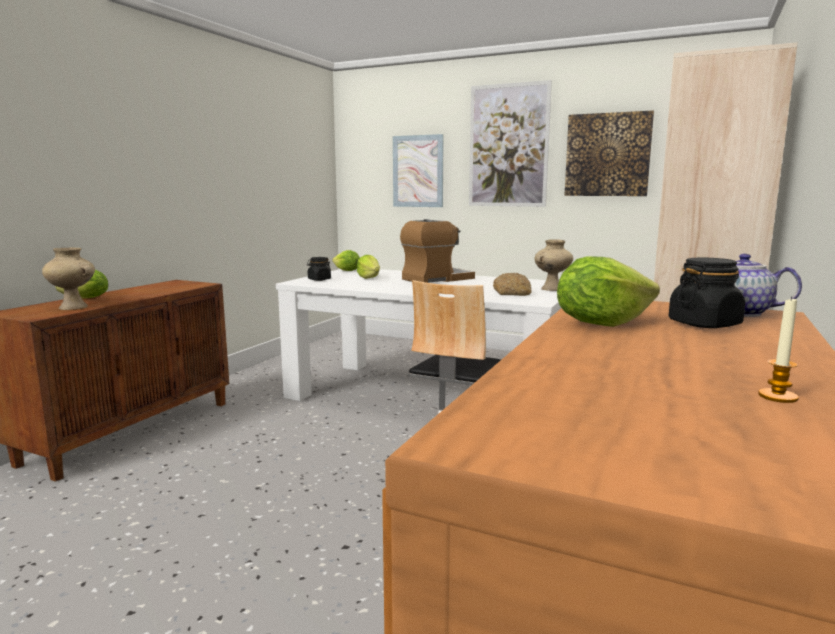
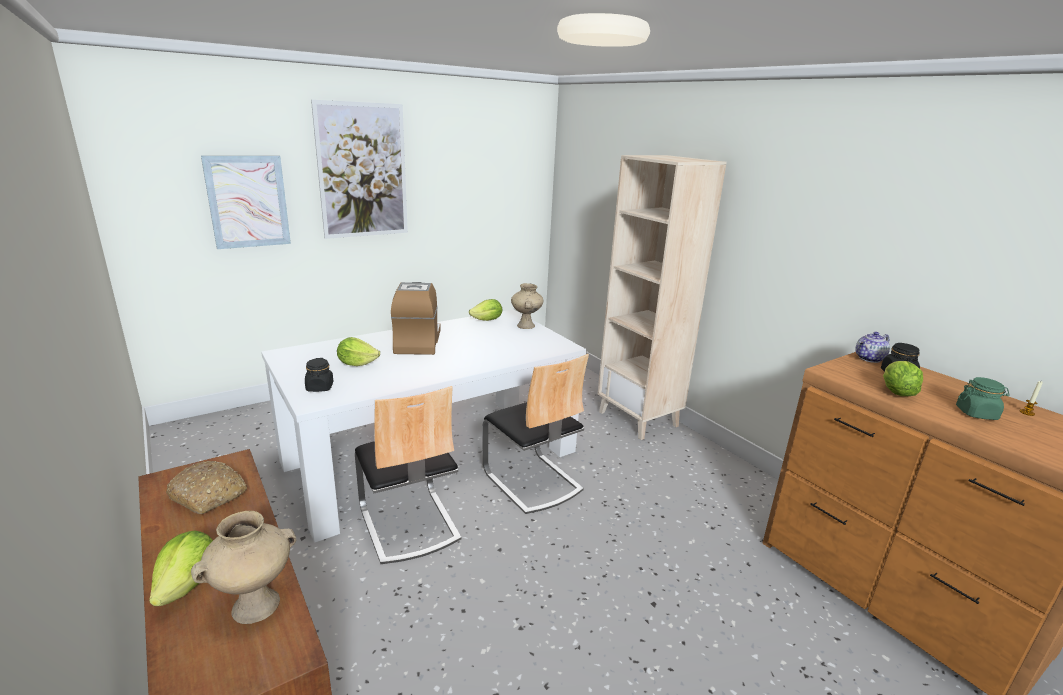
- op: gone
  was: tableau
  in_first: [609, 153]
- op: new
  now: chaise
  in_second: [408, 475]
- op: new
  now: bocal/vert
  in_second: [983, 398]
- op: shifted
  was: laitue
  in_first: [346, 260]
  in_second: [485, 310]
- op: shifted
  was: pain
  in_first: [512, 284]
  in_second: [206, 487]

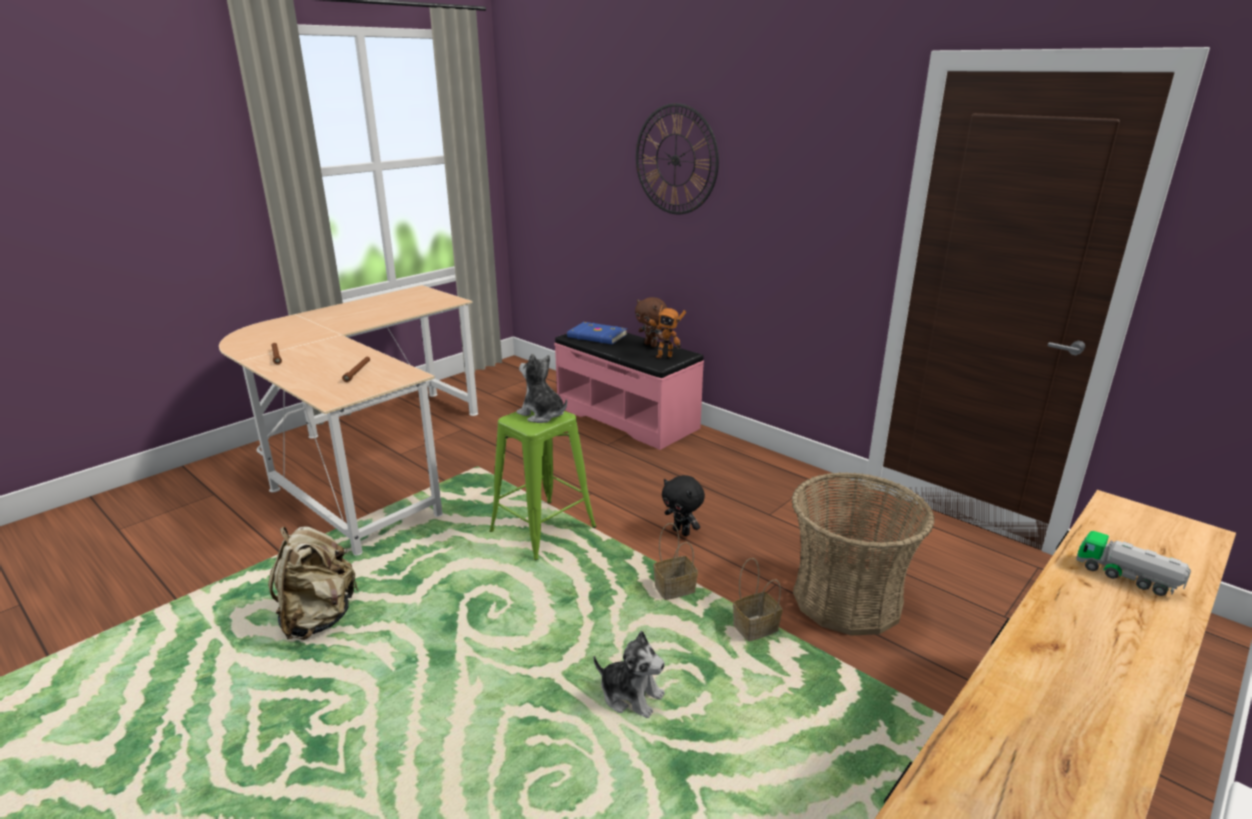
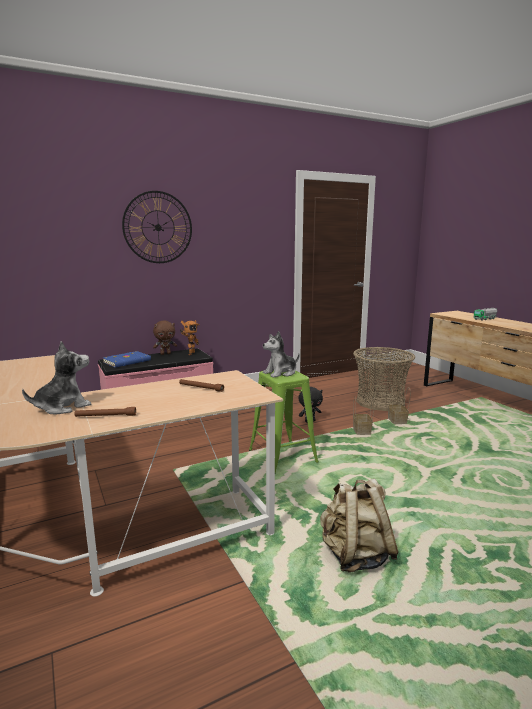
- op: shifted
  was: peluche
  in_first: [629, 674]
  in_second: [57, 377]

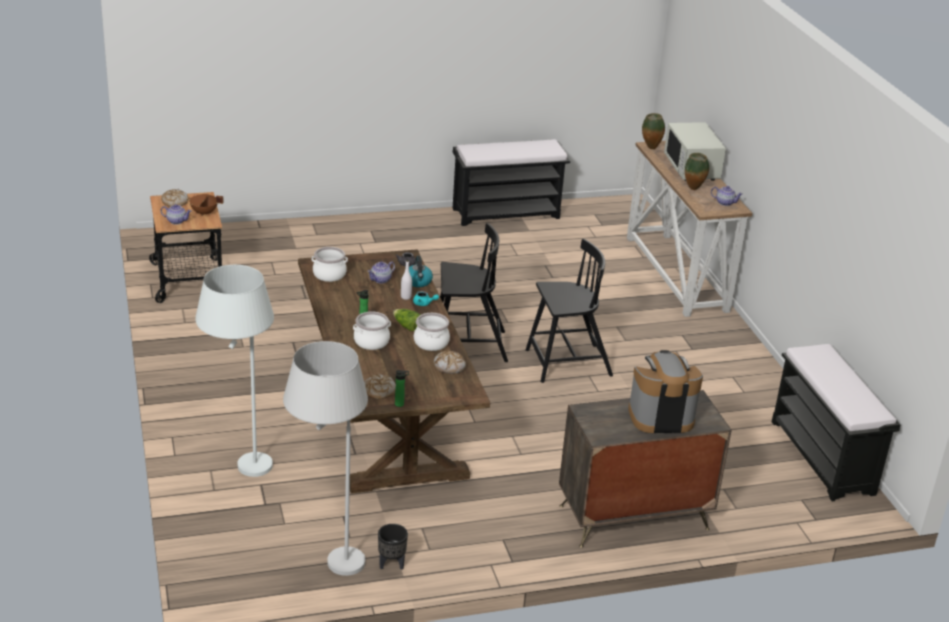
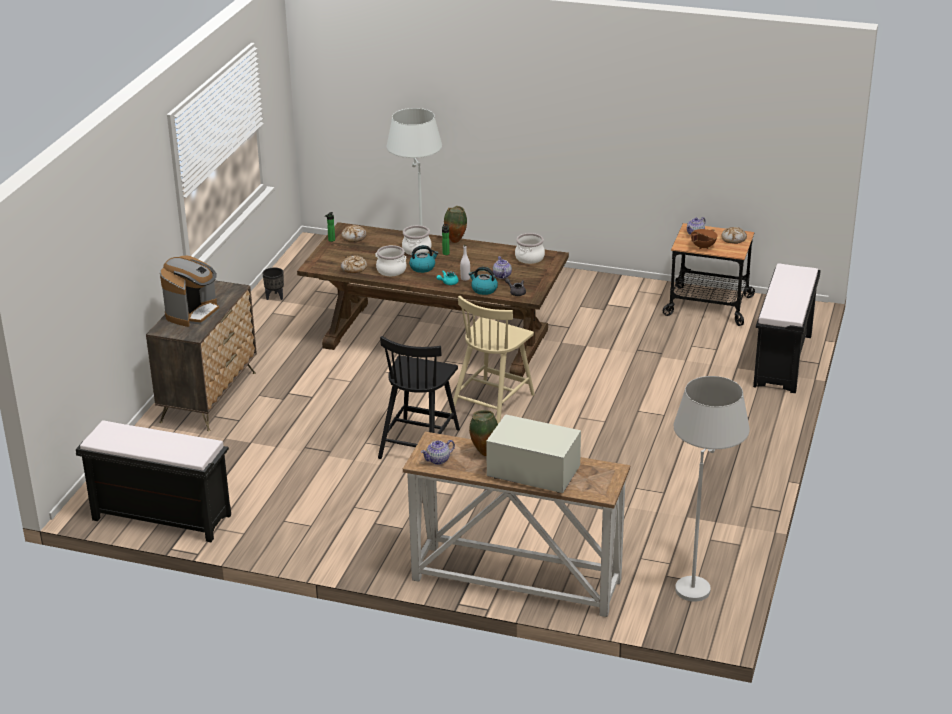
- op: shifted
  was: lampadaire/blanc
  in_first: [325, 458]
  in_second: [712, 489]
- op: shifted
  was: banc/noir
  in_first: [511, 182]
  in_second: [787, 328]
- op: shifted
  was: vase
  in_first: [653, 131]
  in_second: [455, 224]
- op: swapped
  was: laitue
  now: bouilloire
  in_first: [406, 320]
  in_second: [423, 259]
- op: repainted
  was: chaise/noir
  now: chaise/beige
  in_first: [474, 292]
  in_second: [492, 360]

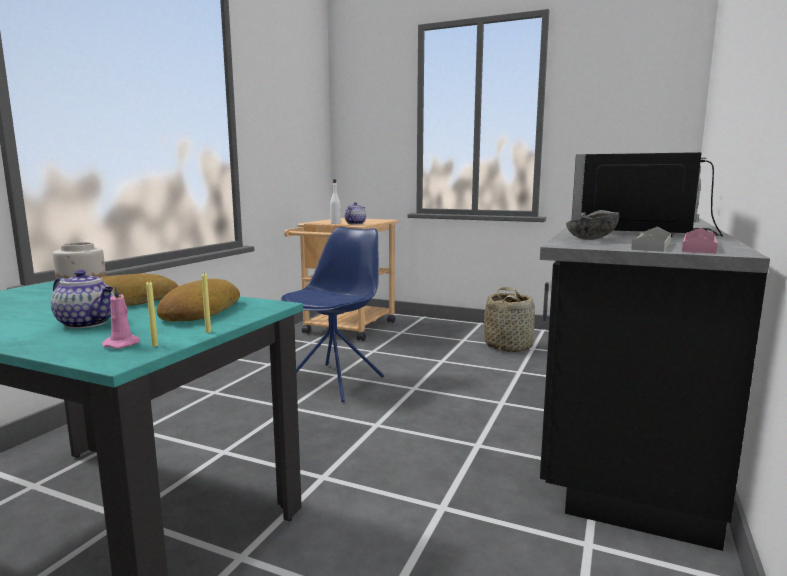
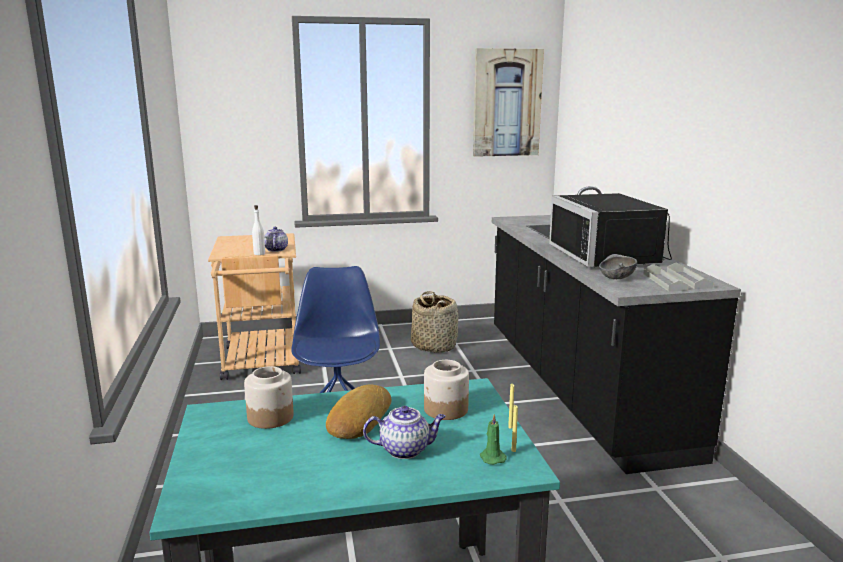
- op: new
  now: tableau
  in_second: [508, 102]
- op: swapped
  was: pain
  now: bocal
  in_first: [198, 300]
  in_second: [446, 390]
- op: repainted
  was: bougie/rose
  now: bougie/vert
  in_first: [121, 316]
  in_second: [493, 439]
- op: repainted
  was: plateau/rose
  now: plateau/gris
  in_first: [700, 241]
  in_second: [690, 275]

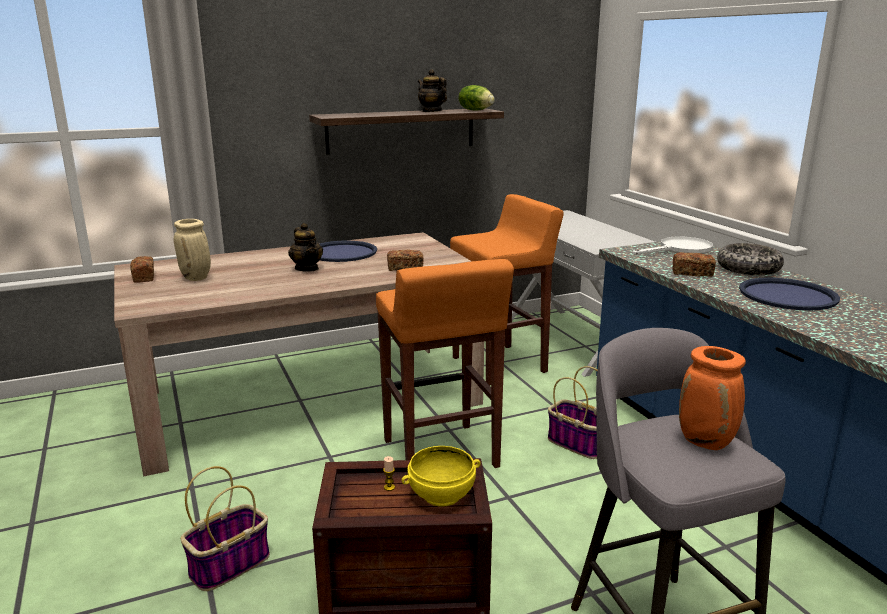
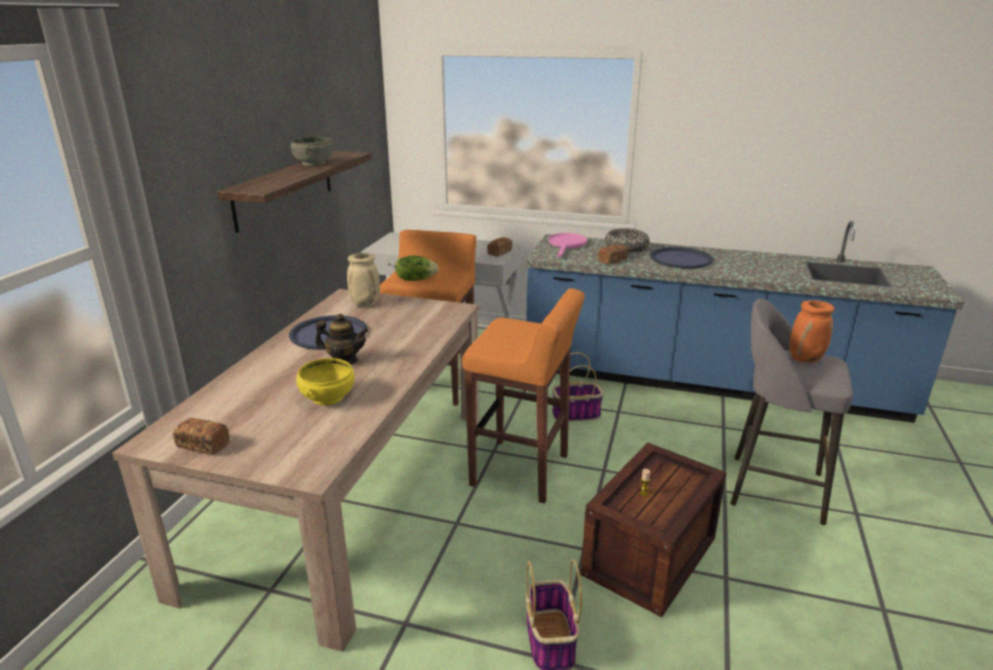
- op: shifted
  was: vase/beige
  in_first: [192, 250]
  in_second: [363, 280]
- op: shifted
  was: pain
  in_first: [405, 260]
  in_second: [499, 247]
- op: shifted
  was: bol/jaune
  in_first: [441, 476]
  in_second: [325, 381]
- op: shifted
  was: laitue
  in_first: [476, 98]
  in_second: [417, 268]
- op: swapped
  was: théière
  now: bol/gris
  in_first: [432, 90]
  in_second: [312, 151]
- op: repainted
  was: poêle/blanc
  now: poêle/rose
  in_first: [672, 246]
  in_second: [567, 245]

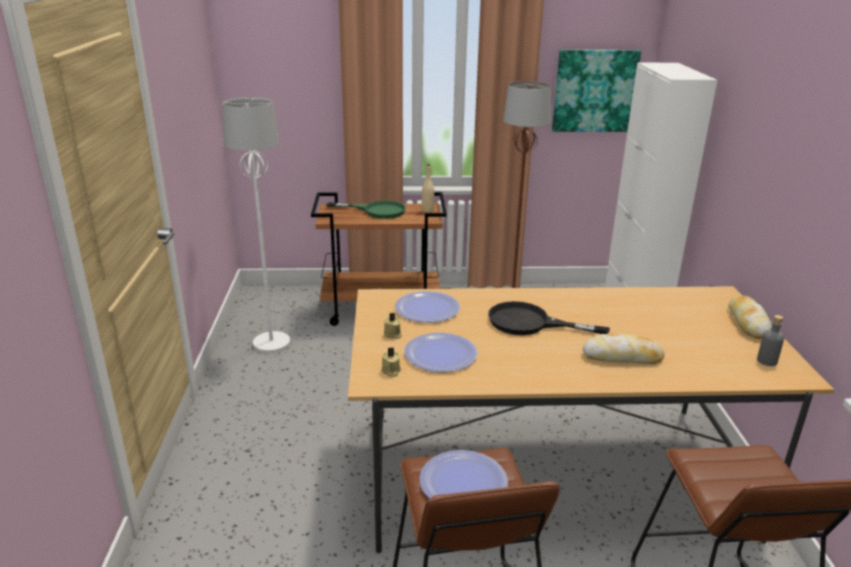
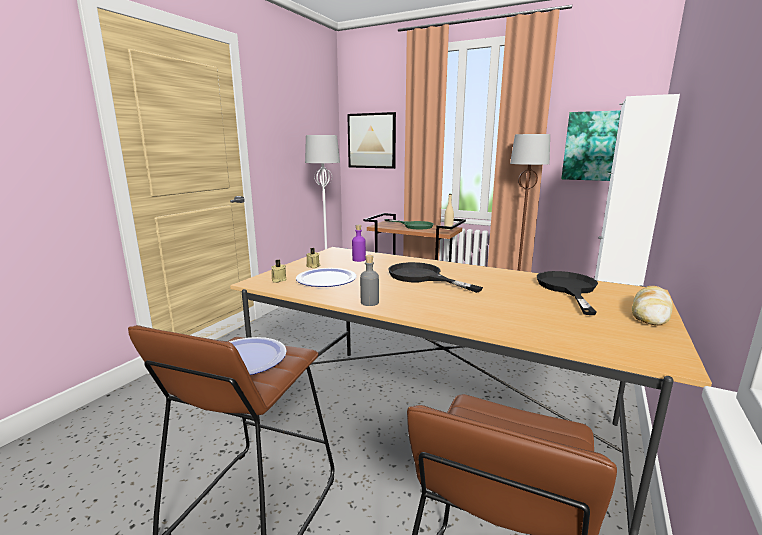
- op: gone
  was: pain
  in_first: [624, 348]
- op: new
  now: tableau
  in_second: [371, 140]
- op: new
  now: poêle/noir
  in_second: [567, 293]
- op: shifted
  was: bouteille/gris
  in_first: [770, 340]
  in_second: [369, 280]
- op: swapped
  was: assiette
  now: bouteille/violet
  in_first: [427, 307]
  in_second: [359, 243]

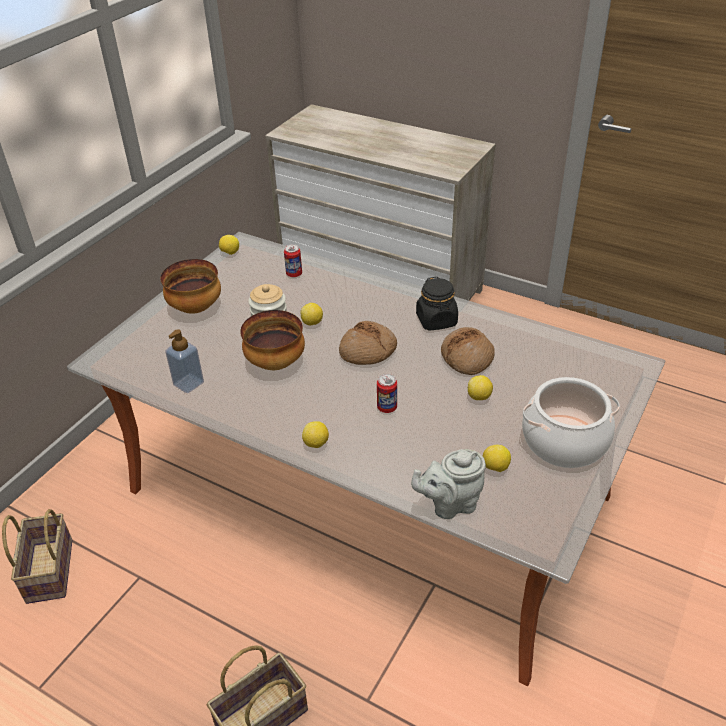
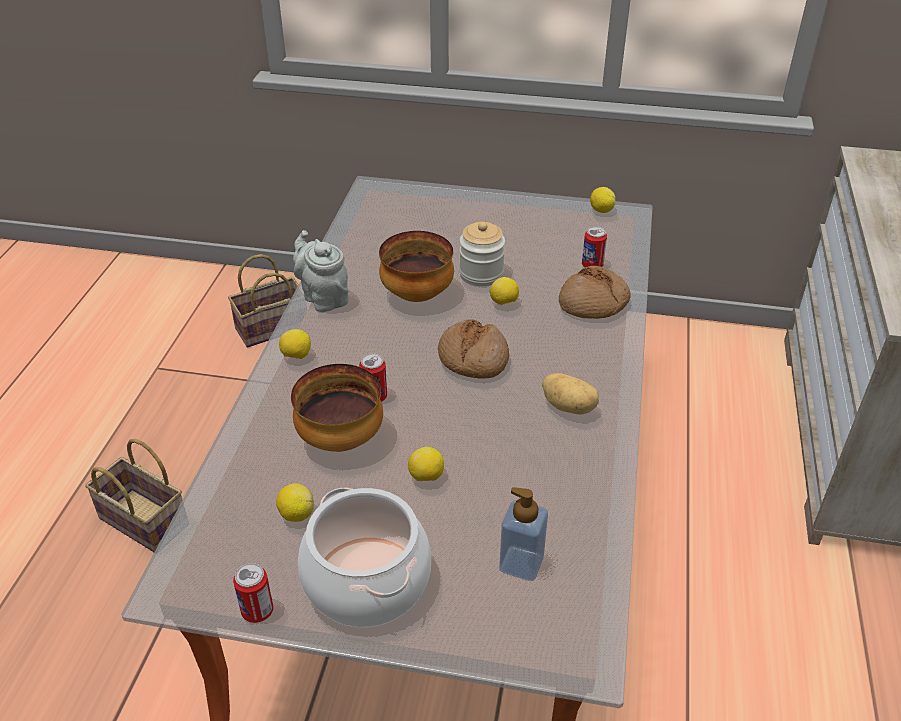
- op: new
  now: boîte métallique
  in_second: [253, 593]
- op: shifted
  was: bol
  in_first: [191, 286]
  in_second: [337, 408]
- op: shifted
  was: distributeur de savon
  in_first: [184, 361]
  in_second: [523, 534]
- op: shifted
  was: théière/gris
  in_first: [448, 484]
  in_second: [321, 271]
- op: shifted
  was: pain
  in_first: [468, 351]
  in_second: [595, 292]
- op: swapped
  was: bocal/noir
  now: pomme de terre
  in_first: [437, 304]
  in_second: [570, 394]

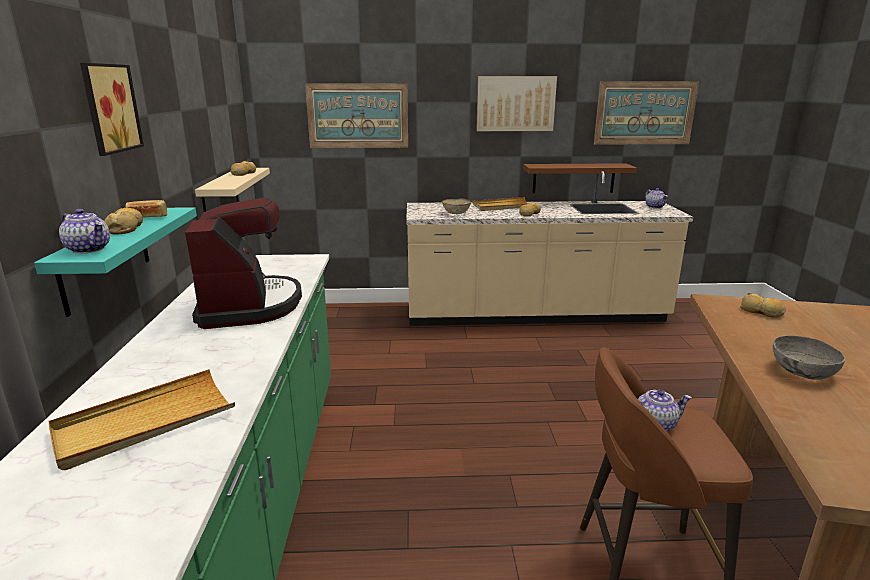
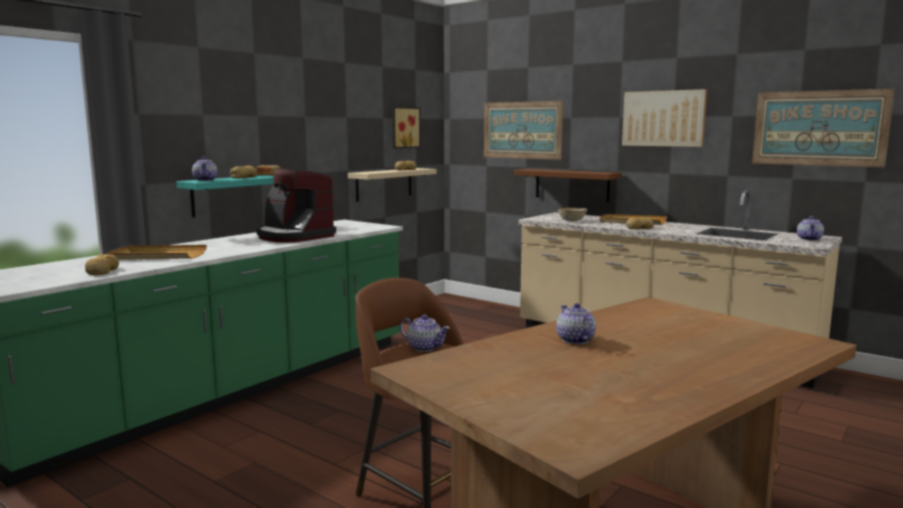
- op: shifted
  was: tableau
  in_first: [112, 109]
  in_second: [406, 127]
- op: shifted
  was: étagère/marron
  in_first: [580, 178]
  in_second: [567, 185]
- op: shifted
  was: pain
  in_first: [763, 305]
  in_second: [102, 264]
- op: swapped
  was: bol/gris
  now: théière
  in_first: [809, 357]
  in_second: [576, 323]
- op: rotated
  was: machine à café
  in_first: [243, 263]
  in_second: [296, 206]
  clockwise: 105

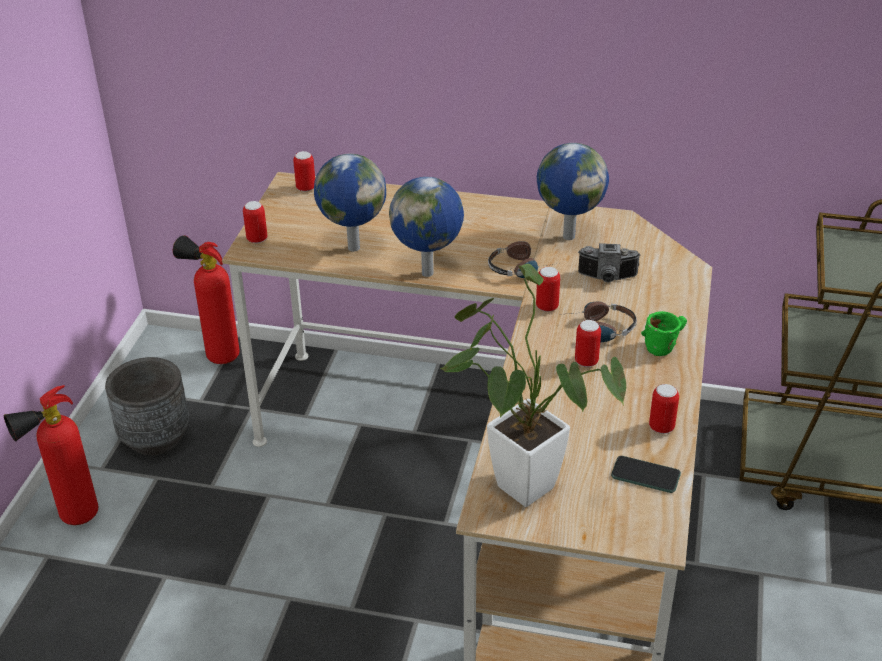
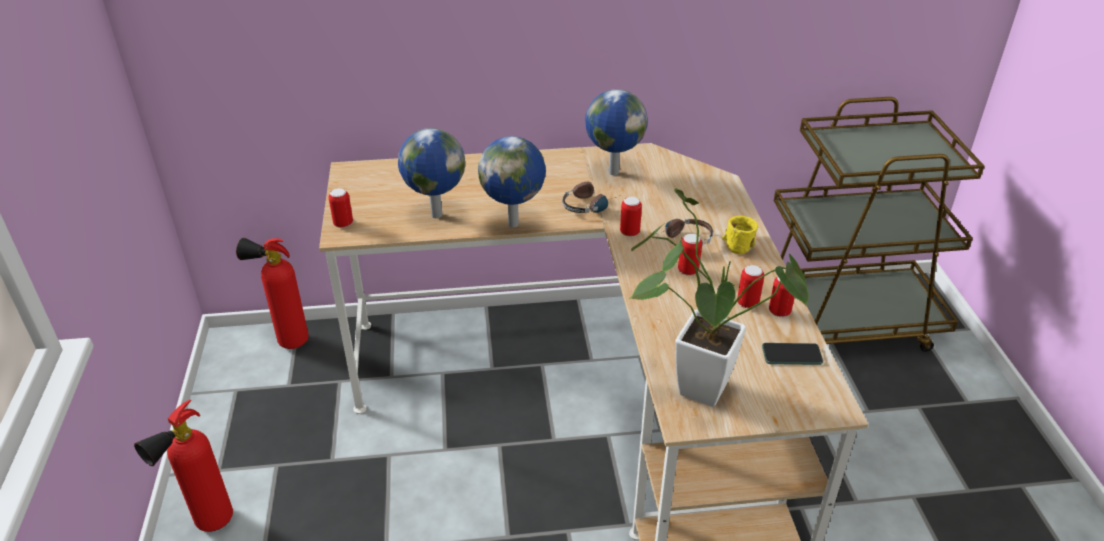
- op: gone
  was: cache-pot/gris
  in_first: [147, 406]
- op: gone
  was: appareil photo
  in_first: [609, 262]
- op: shifted
  was: boîte métallique
  in_first: [304, 171]
  in_second: [750, 286]
- op: repainted
  was: mug/vert
  now: mug/jaune
  in_first: [664, 333]
  in_second: [740, 235]

